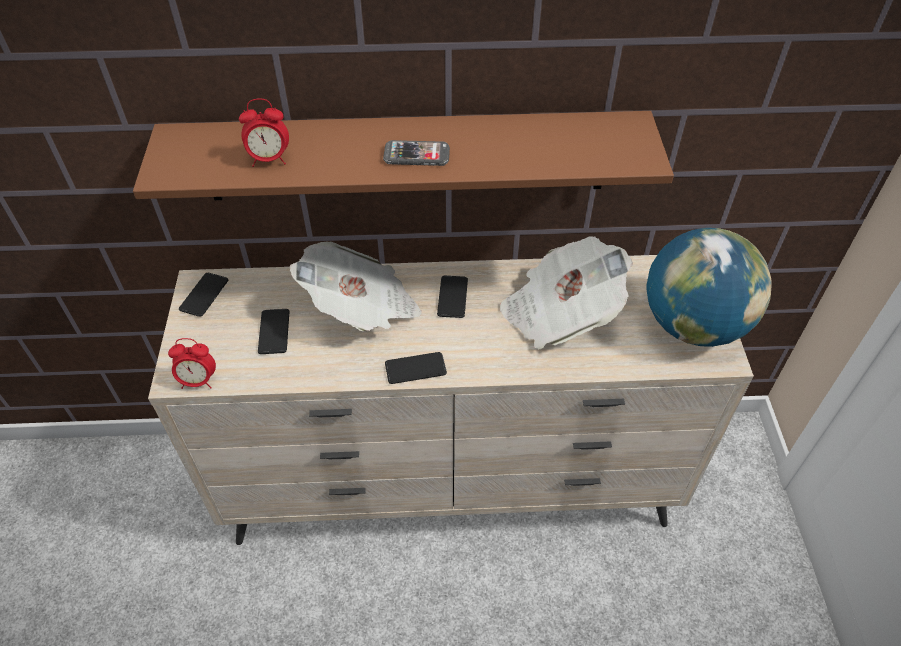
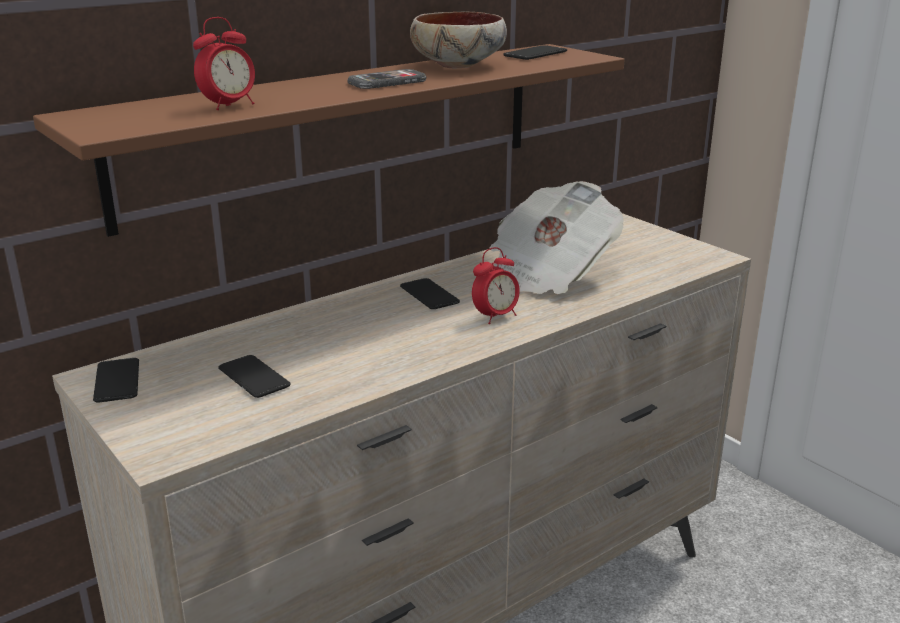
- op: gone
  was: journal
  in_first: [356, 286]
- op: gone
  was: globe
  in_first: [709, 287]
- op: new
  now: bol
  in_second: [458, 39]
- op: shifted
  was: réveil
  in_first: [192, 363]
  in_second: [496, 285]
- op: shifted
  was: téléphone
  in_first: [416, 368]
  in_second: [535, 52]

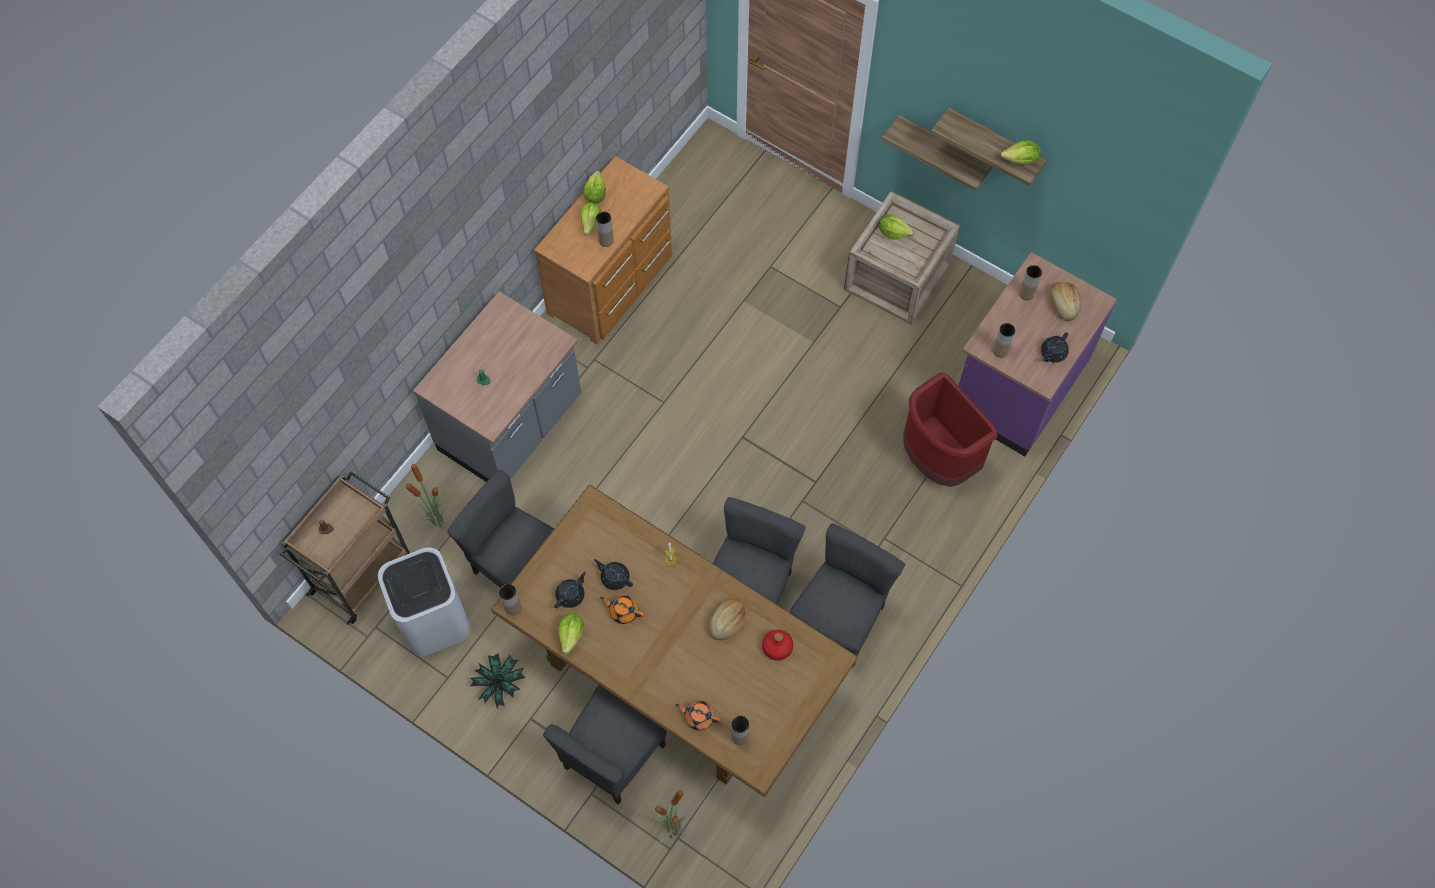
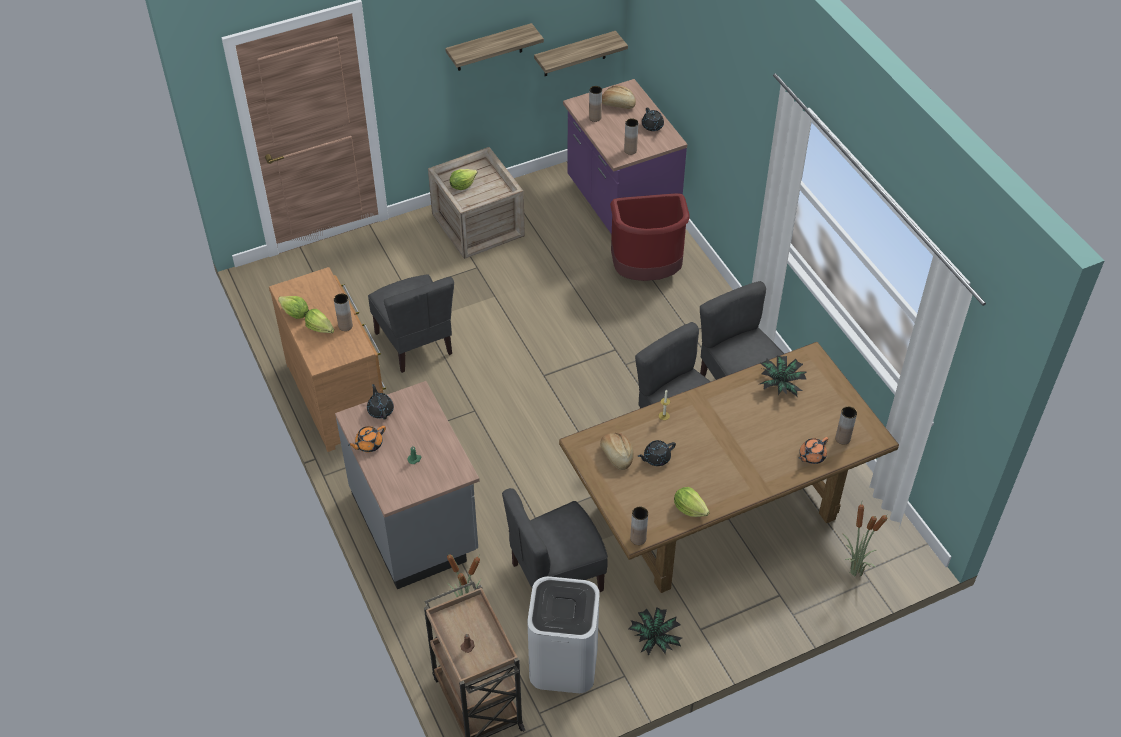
- op: gone
  was: laitue
  in_first: [1021, 152]
- op: shifted
  was: chaise/gris
  in_first: [605, 745]
  in_second: [411, 323]
- op: shifted
  was: théière/noir
  in_first: [570, 590]
  in_second: [380, 402]
- op: shifted
  was: théière/orange
  in_first: [622, 609]
  in_second: [367, 439]
- op: shifted
  was: pain
  in_first: [727, 619]
  in_second: [617, 451]
- op: shifted
  was: étagère
  in_first: [937, 153]
  in_second: [581, 53]
- op: swapped
  was: bouteille/rouge
  now: plante en pot
  in_first: [777, 645]
  in_second: [783, 376]

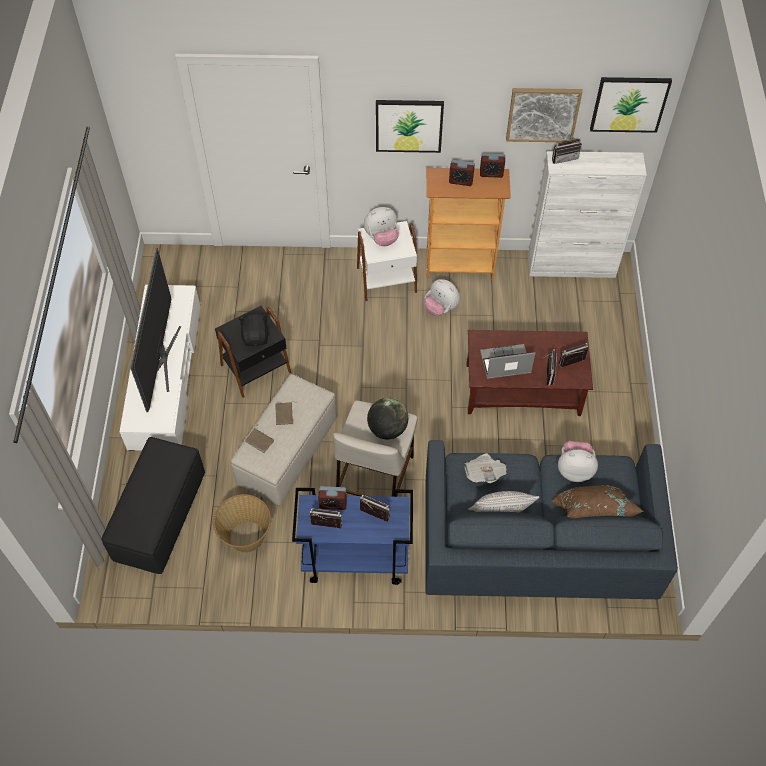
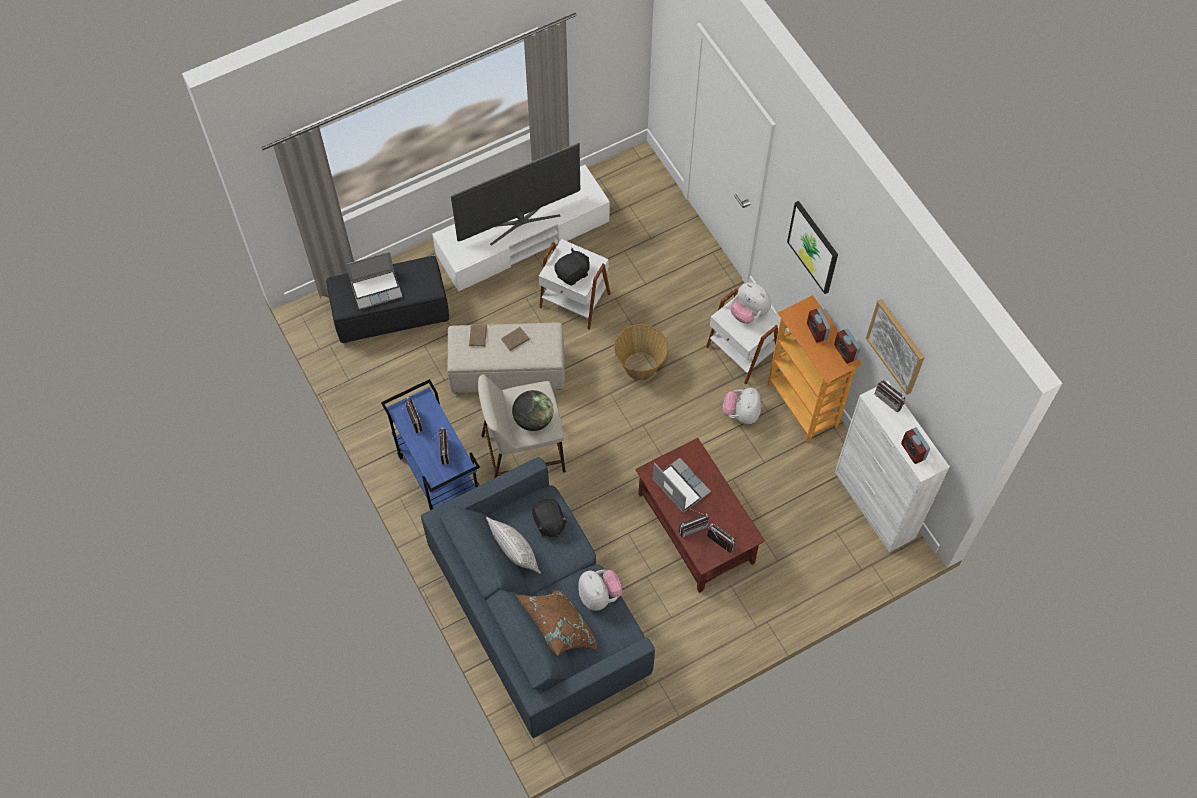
- op: gone
  was: tableau
  in_first: [631, 105]
- op: new
  now: ordinateur portable
  in_second: [374, 280]
- op: shifted
  was: panier
  in_first: [242, 523]
  in_second: [641, 352]
- op: shifted
  was: réveil
  in_first: [332, 498]
  in_second: [915, 445]
- op: swapped
  was: journal
  now: peluche/noir
  in_first: [486, 468]
  in_second: [549, 518]
- op: repainted
  was: table d'appoint/noir
  now: table d'appoint/blanc
  in_first: [253, 352]
  in_second: [575, 284]

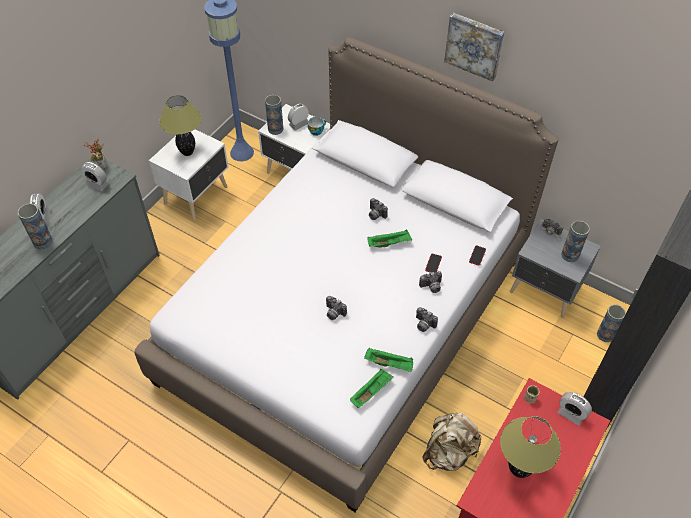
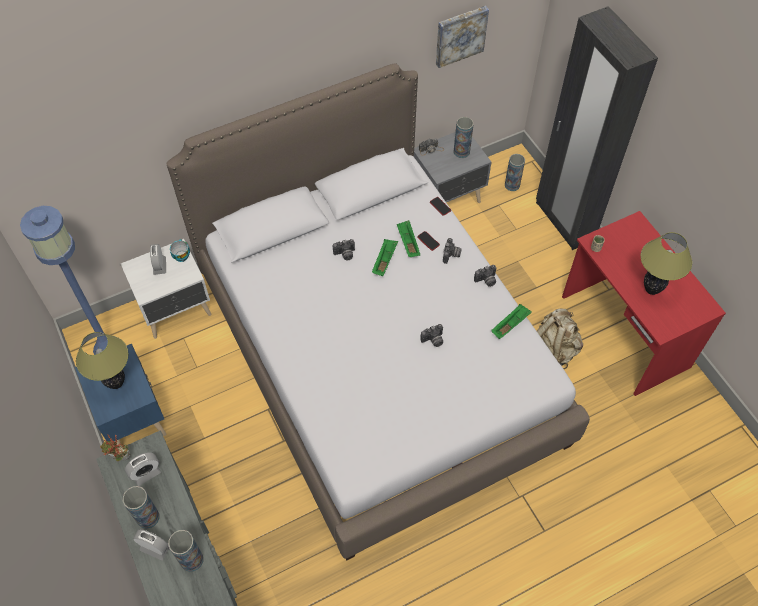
- op: gone
  was: réveil
  in_first: [575, 409]
- op: shifted
  was: vase
  in_first: [274, 115]
  in_second: [141, 507]
- op: shifted
  was: plateau/vert
  in_first: [372, 388]
  in_second: [408, 238]
- op: shifted
  was: tableau
  in_first: [474, 47]
  in_second: [462, 37]
- op: repainted
  was: table de chevet/blanc
  now: table de chevet/bleu
  in_first: [189, 174]
  in_second: [120, 394]

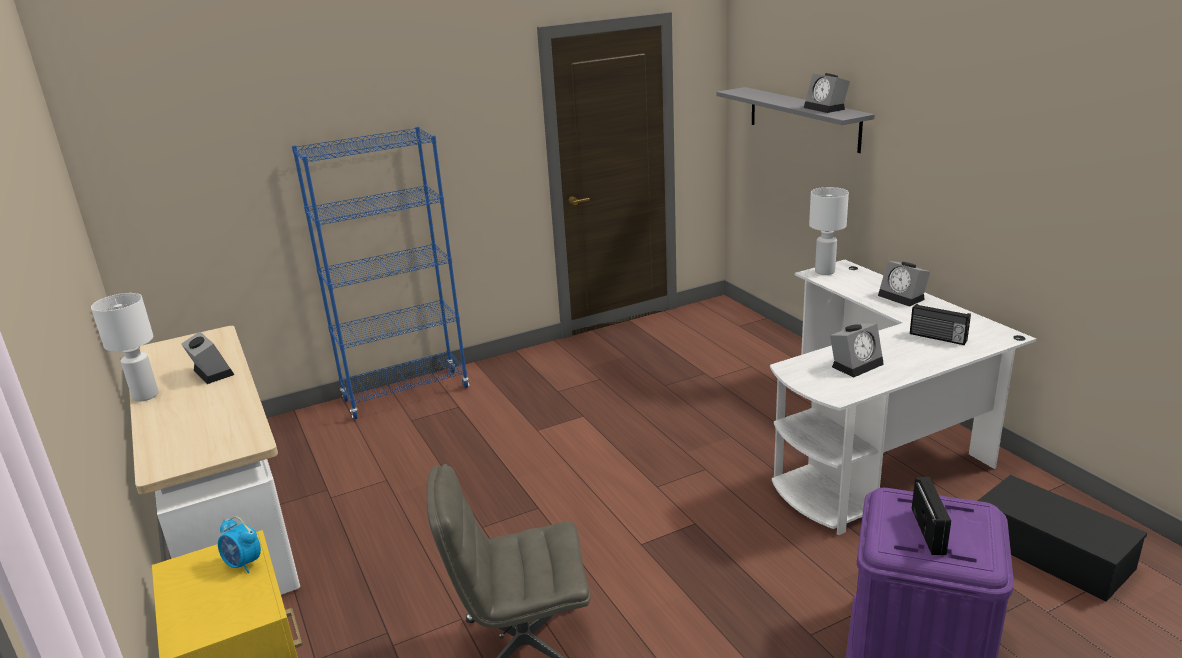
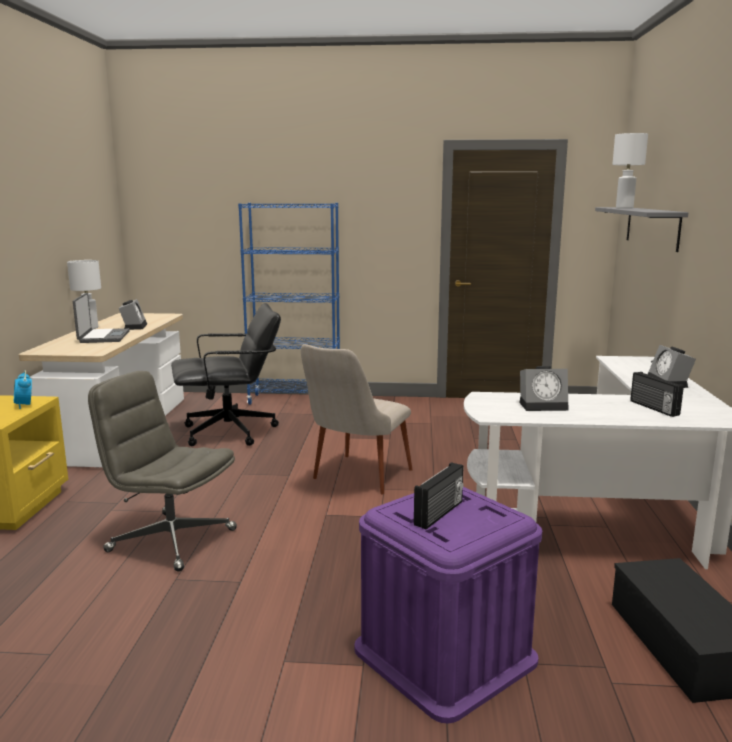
- op: gone
  was: réveil
  in_first: [827, 93]
- op: new
  now: ordinateur portable
  in_second: [101, 318]
- op: new
  now: chaise de bureau/noir
  in_second: [226, 374]
- op: new
  now: chaise/beige
  in_second: [357, 419]
- op: shifted
  was: lampe de table/blanc
  in_first: [829, 231]
  in_second: [630, 171]

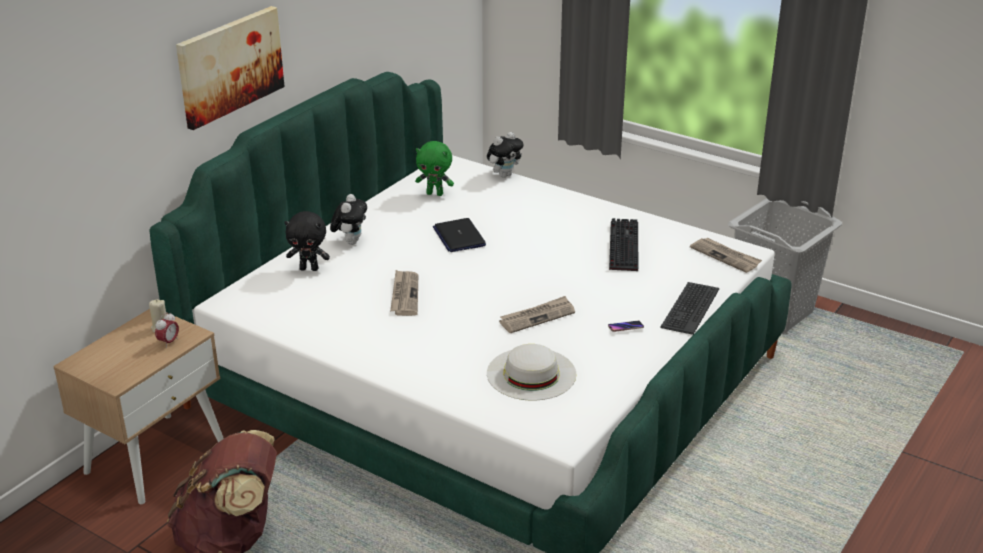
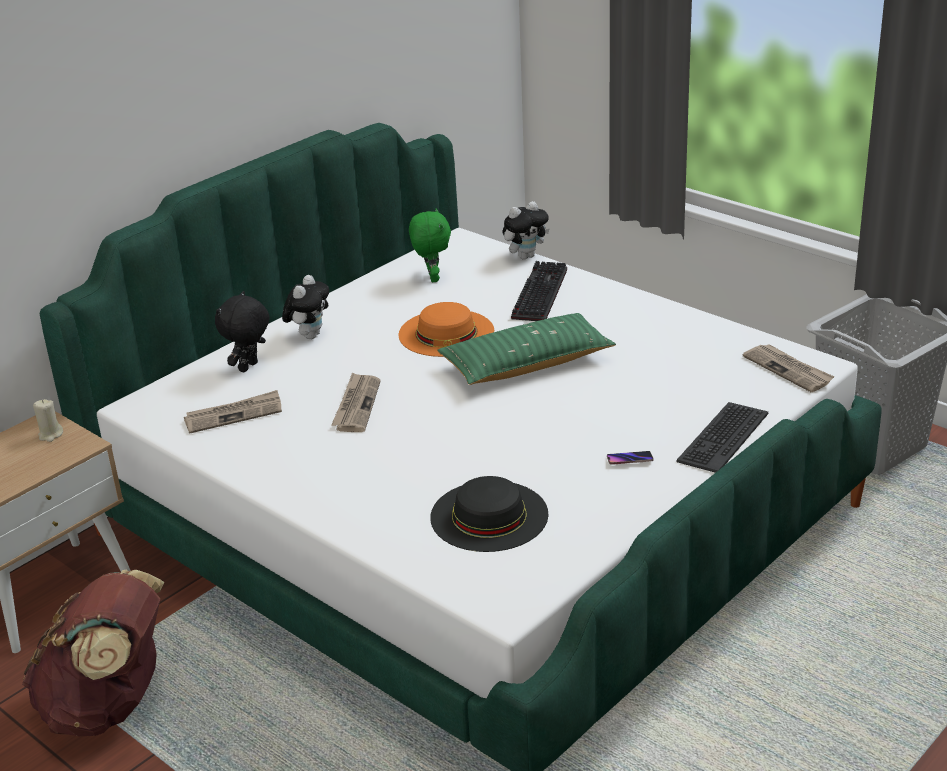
- op: gone
  was: réveil
  in_first: [167, 330]
- op: gone
  was: tableau
  in_first: [230, 68]
- op: new
  now: coussin/vert
  in_second: [526, 349]
- op: shifted
  was: journal
  in_first: [537, 314]
  in_second: [233, 412]
- op: shifted
  was: clavier
  in_first: [623, 244]
  in_second: [539, 291]
- op: swapped
  was: ordinateur portable
  now: chapeau/orange
  in_first: [459, 235]
  in_second: [446, 329]
- op: repainted
  was: chapeau/blanc
  now: chapeau/noir
  in_first: [531, 372]
  in_second: [489, 514]
- op: rotated
  was: peluche/noir
  in_first: [307, 241]
  in_second: [242, 332]
  clockwise: 105
- op: rotated
  was: peluche/vert
  in_first: [434, 168]
  in_second: [430, 245]
  clockwise: -120

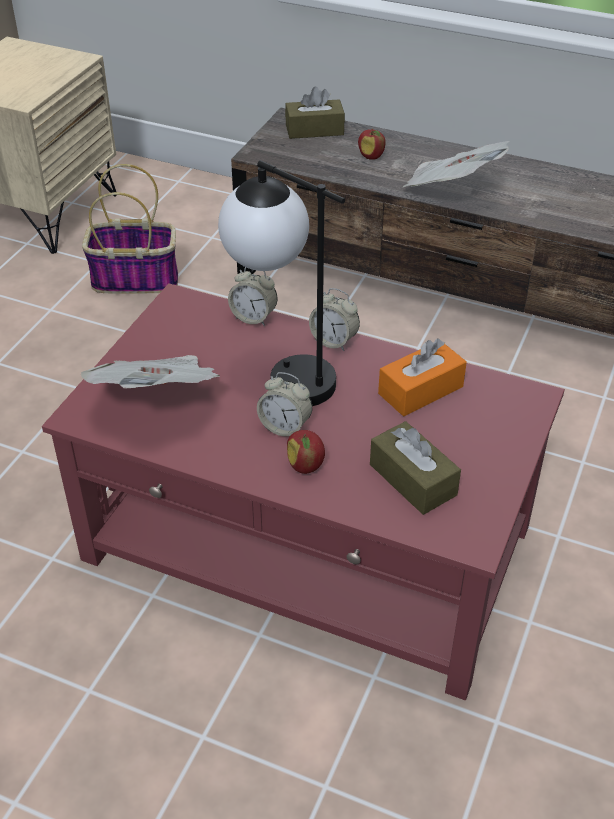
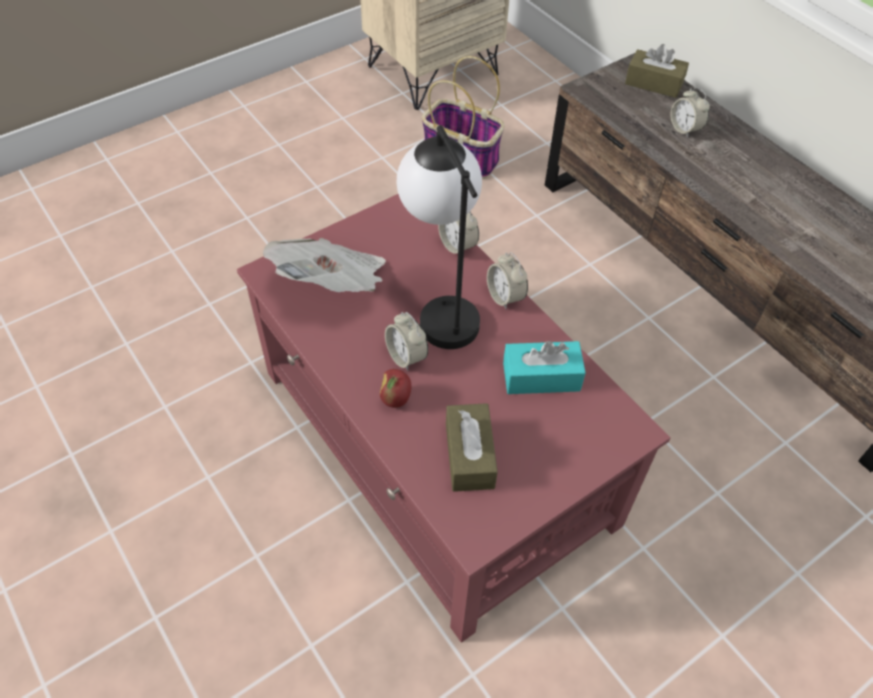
- op: gone
  was: journal
  in_first: [456, 164]
- op: swapped
  was: pomme
  now: réveil
  in_first: [372, 144]
  in_second: [690, 112]
- op: repainted
  was: boîte à mouchoirs/orange
  now: boîte à mouchoirs/turquoise
  in_first: [422, 377]
  in_second: [544, 367]

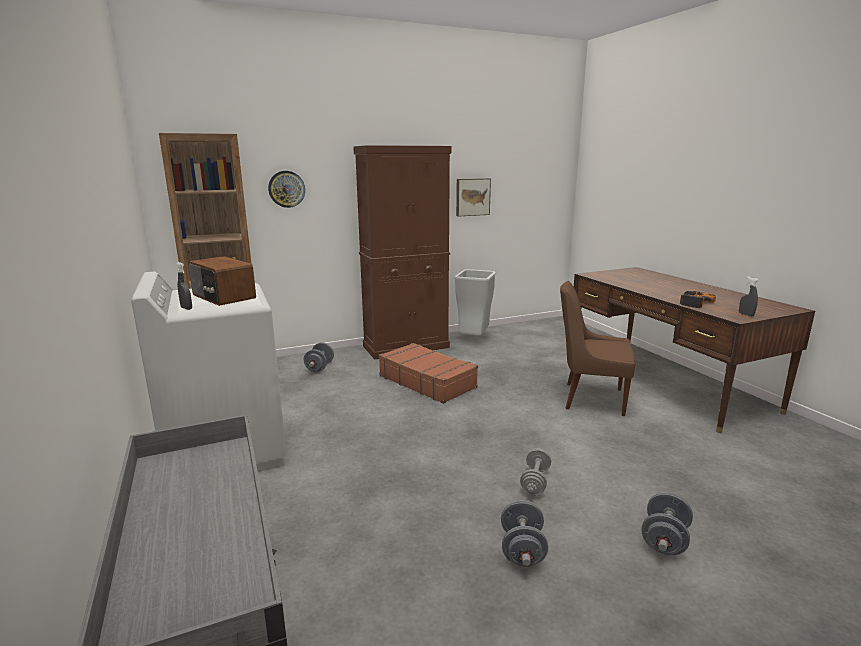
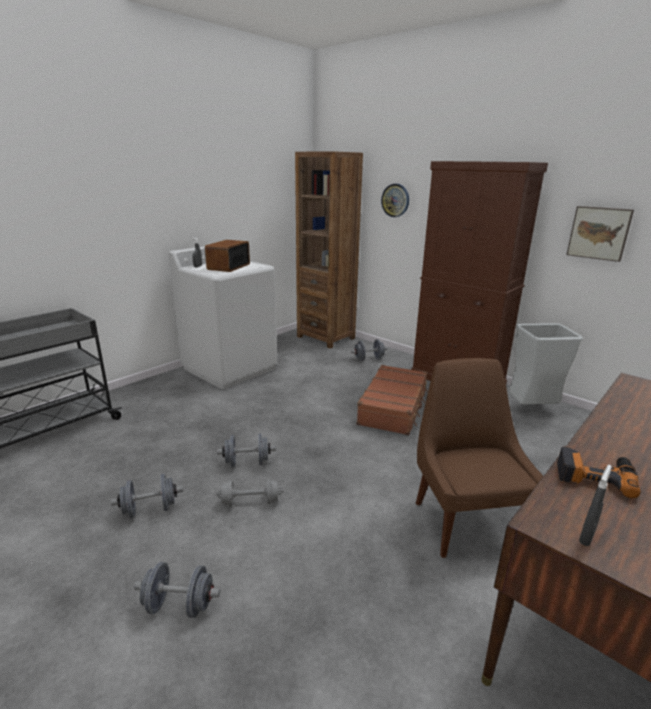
- op: new
  now: haltère/gris
  in_second: [246, 450]

